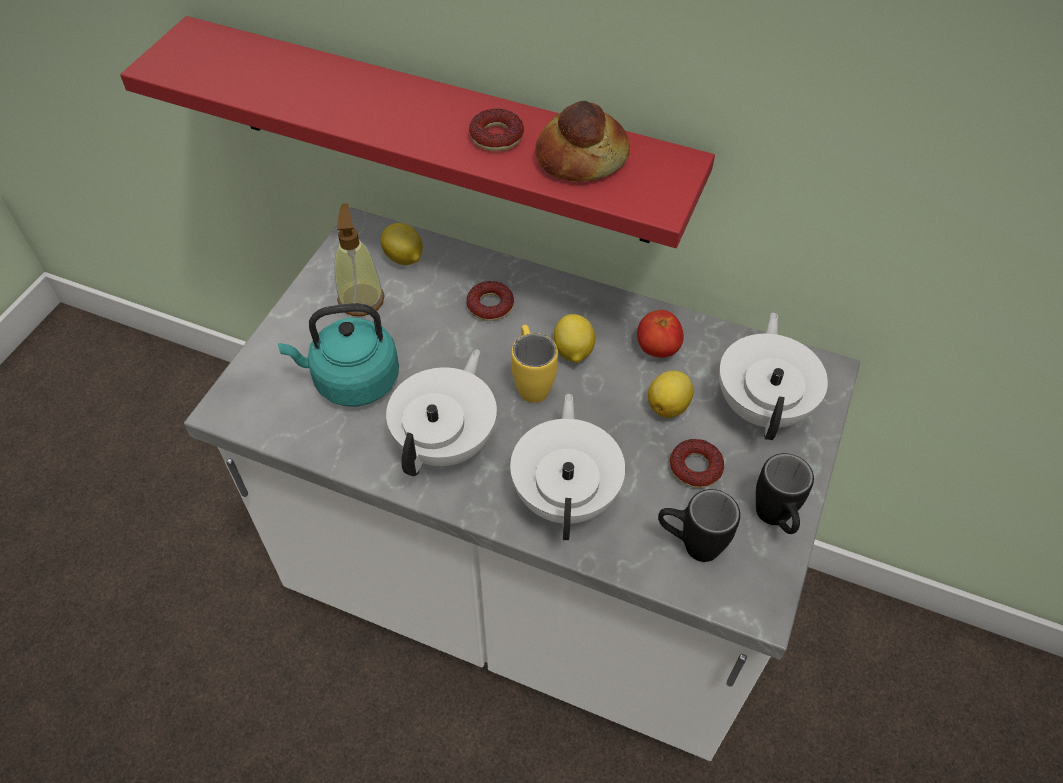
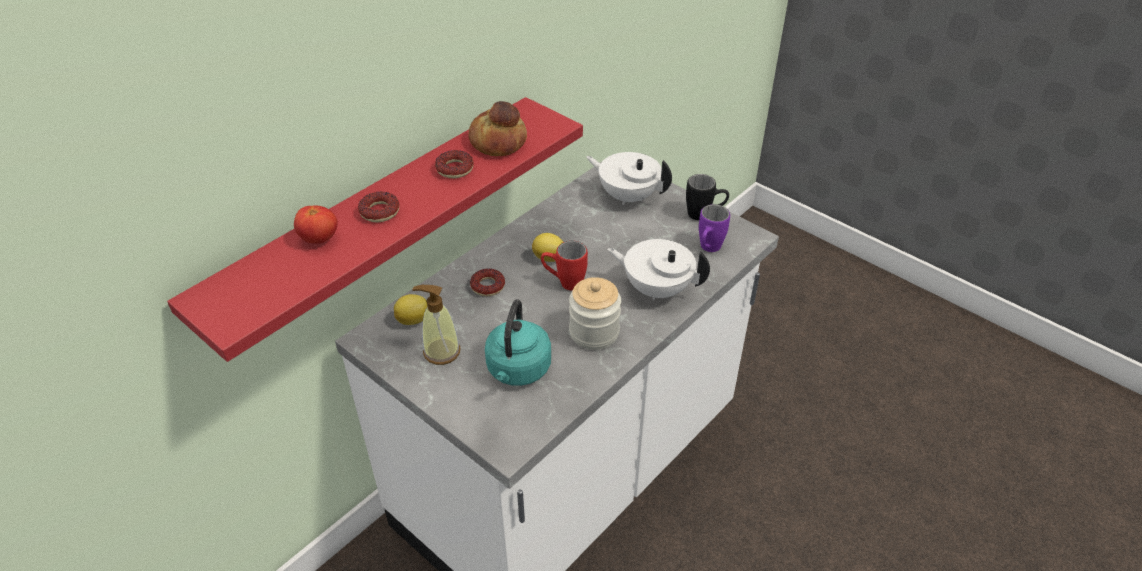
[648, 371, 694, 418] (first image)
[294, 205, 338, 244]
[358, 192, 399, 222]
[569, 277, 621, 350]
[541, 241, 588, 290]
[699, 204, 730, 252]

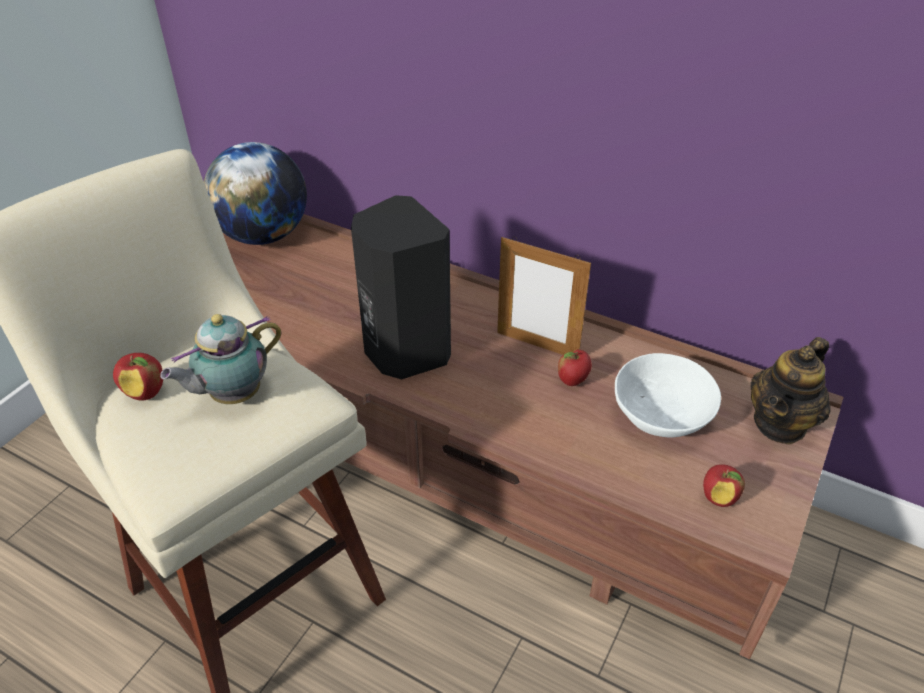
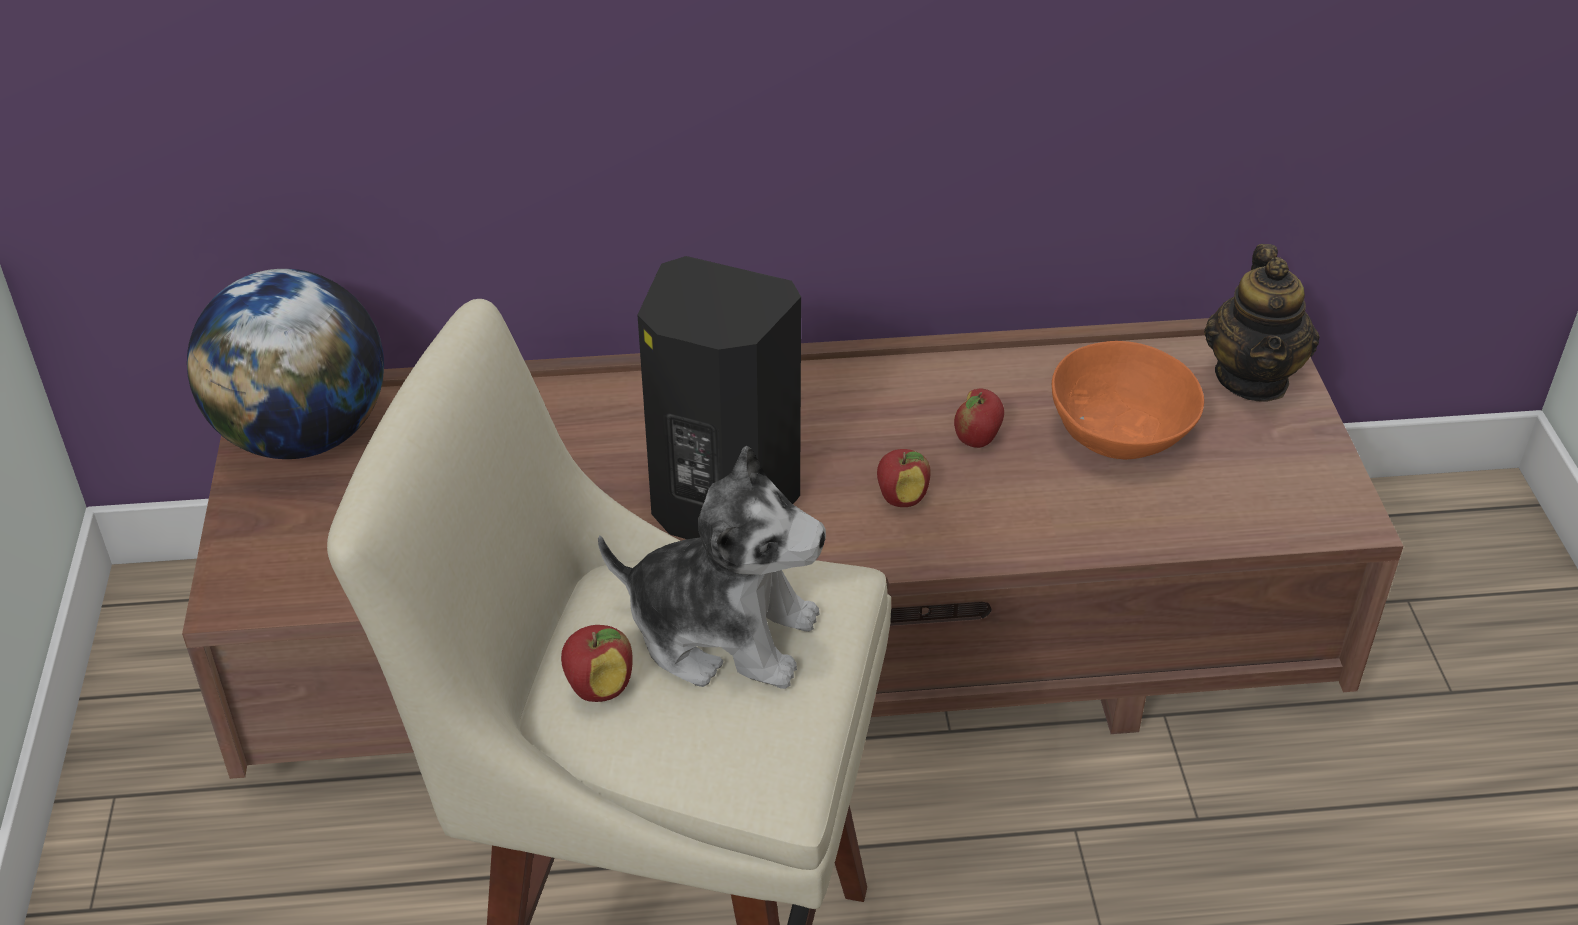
[497, 237, 591, 355] (first image)
[877, 449, 931, 507]
[598, 446, 826, 689]
[1052, 341, 1204, 459]

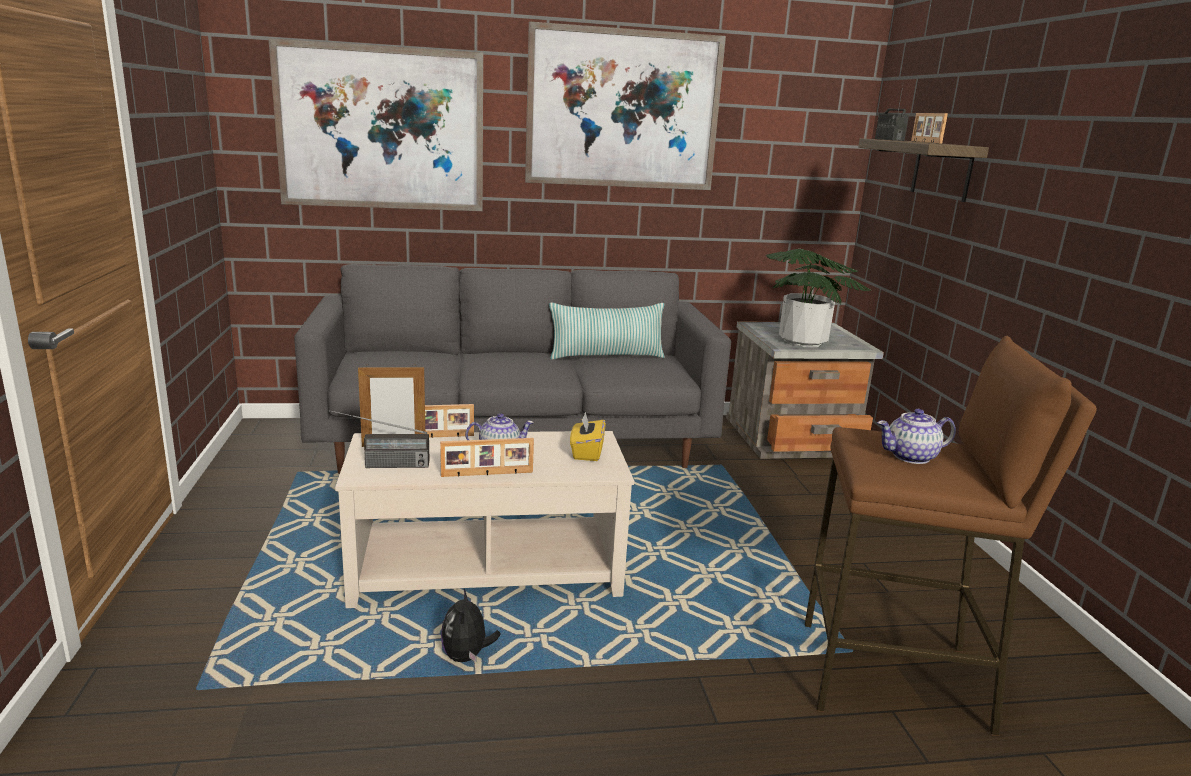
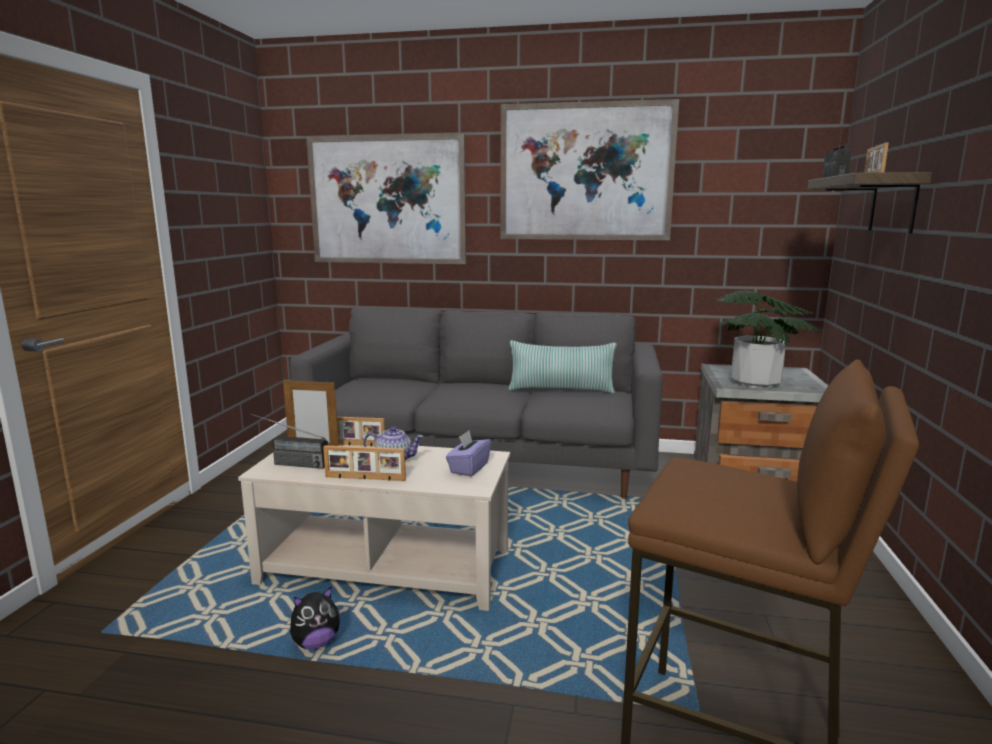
[877, 409, 956, 464] (first image)
[446, 430, 491, 477]
[290, 587, 340, 649]

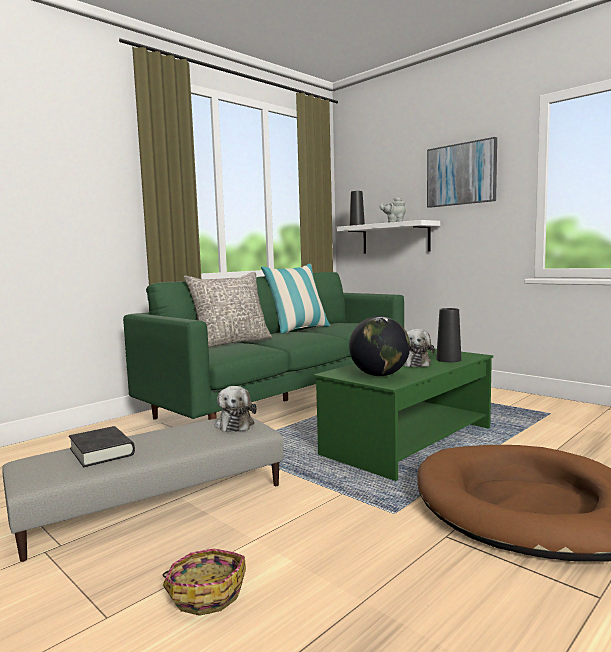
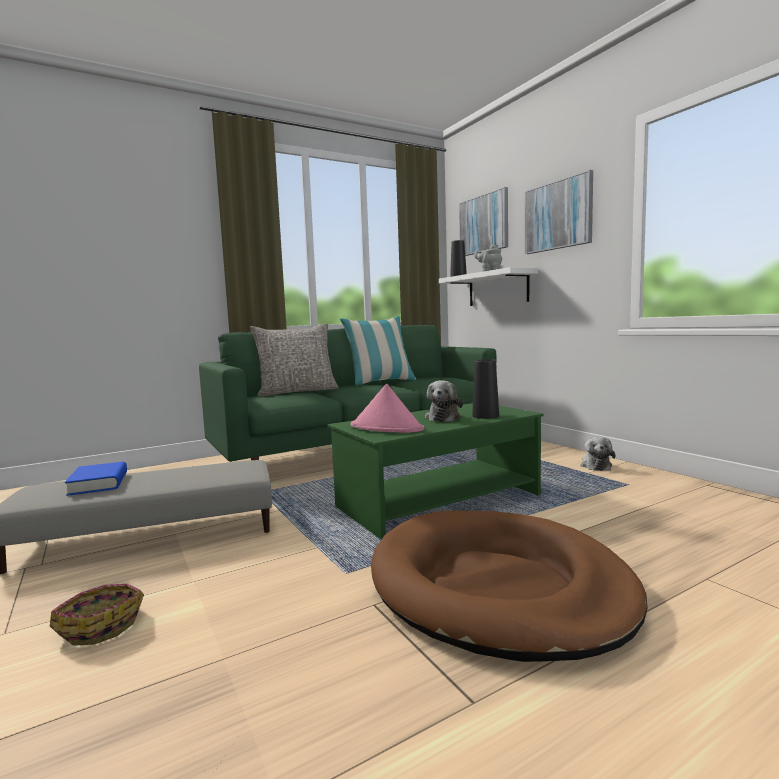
[459, 187, 508, 256]
[580, 436, 615, 471]
[351, 384, 424, 433]
[65, 462, 127, 496]

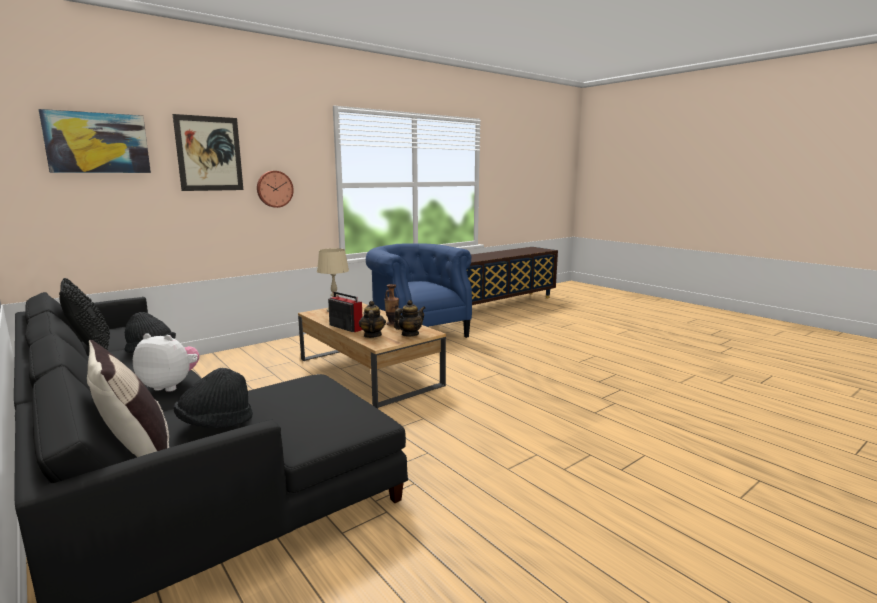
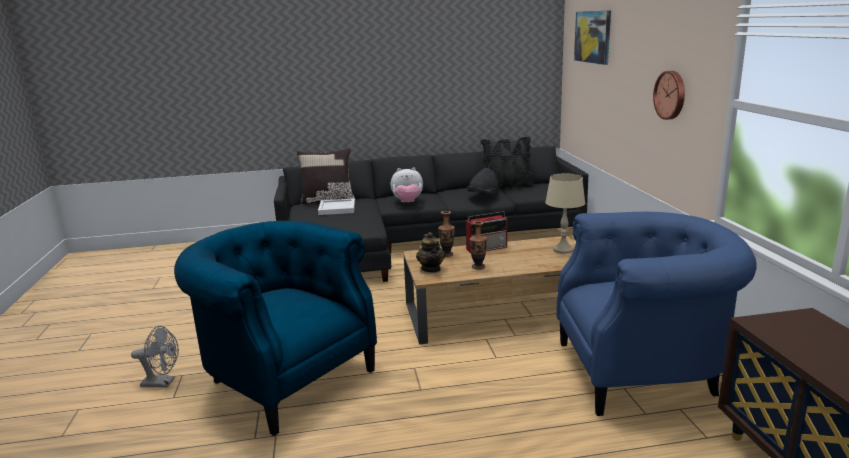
[173, 114, 243, 191] (first image)
[131, 326, 179, 387]
[174, 221, 377, 436]
[318, 198, 355, 215]
[438, 211, 455, 257]
[391, 167, 423, 202]

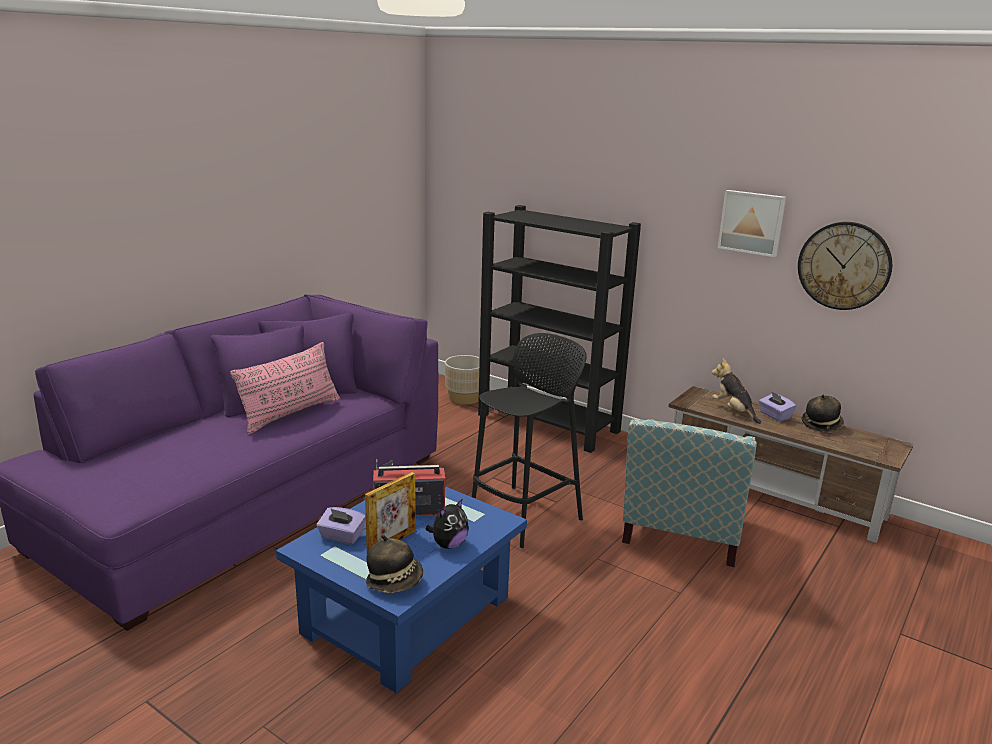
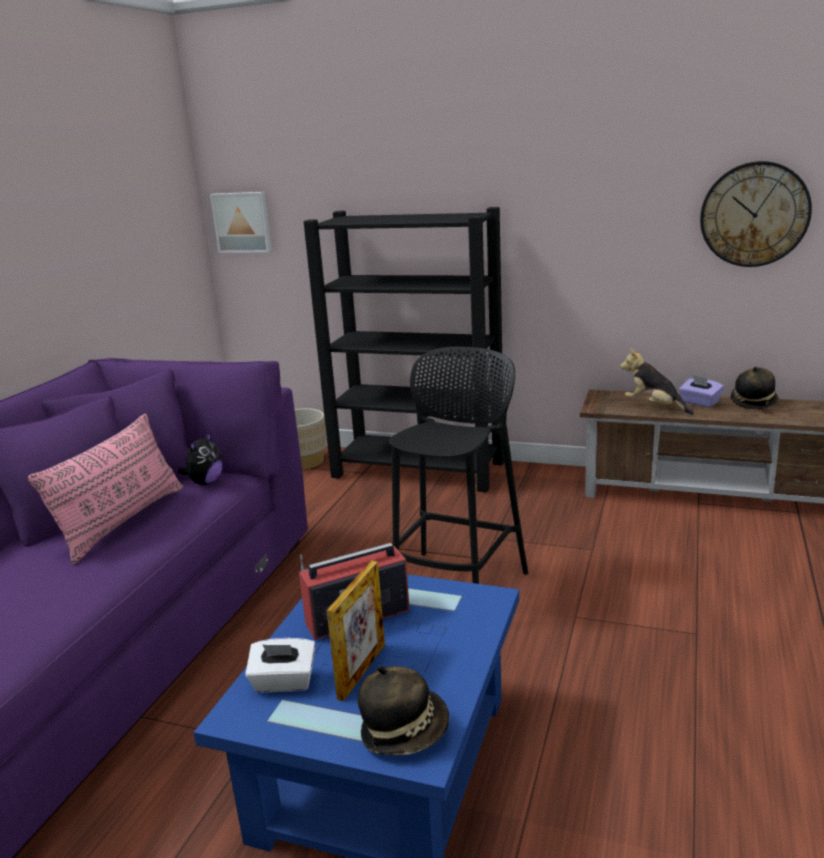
[622, 419, 757, 567] (first image)
[178, 432, 223, 485]
[210, 192, 272, 253]
[245, 638, 316, 693]

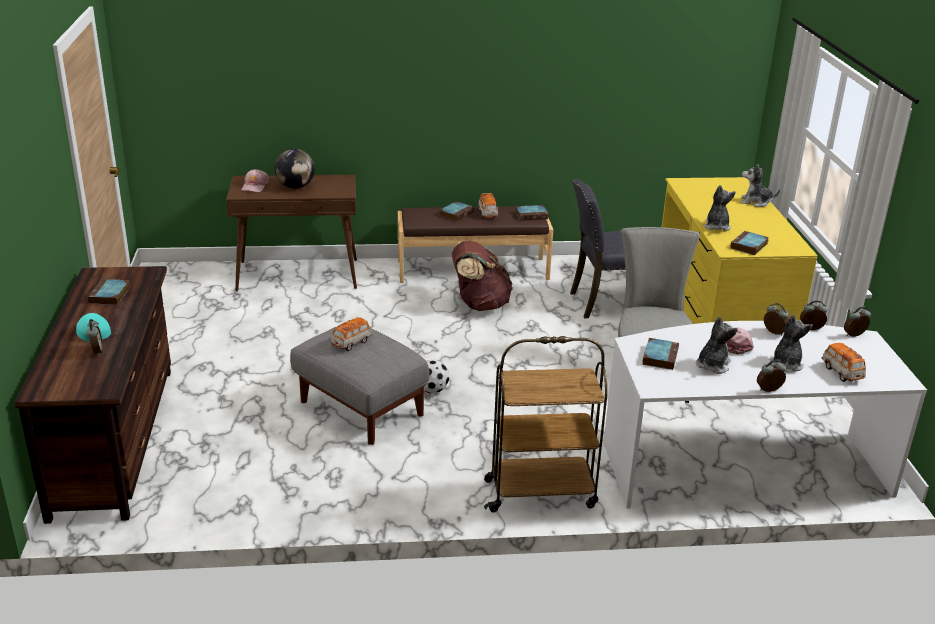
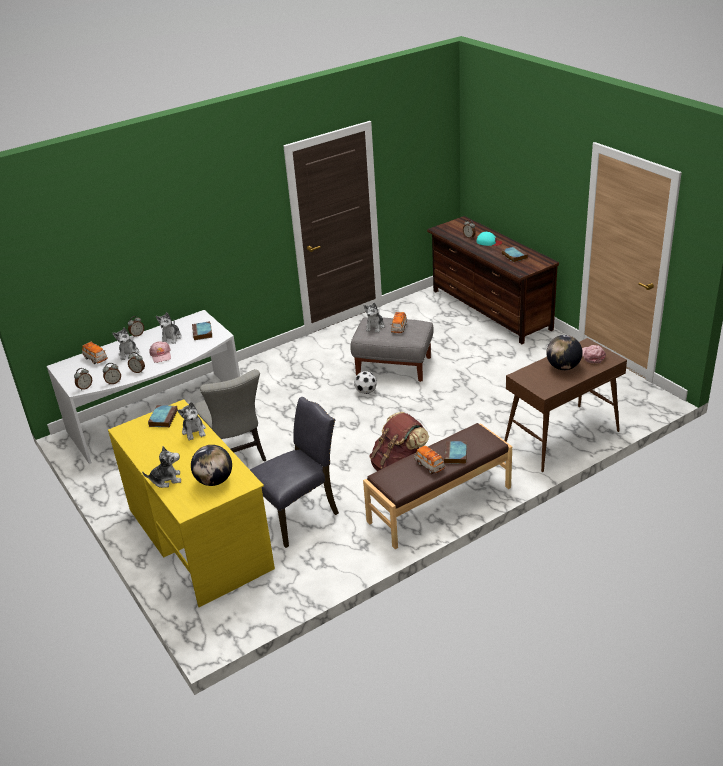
[484, 336, 607, 513] (first image)
[515, 205, 549, 221] (first image)
[191, 445, 232, 486]
[364, 303, 385, 333]

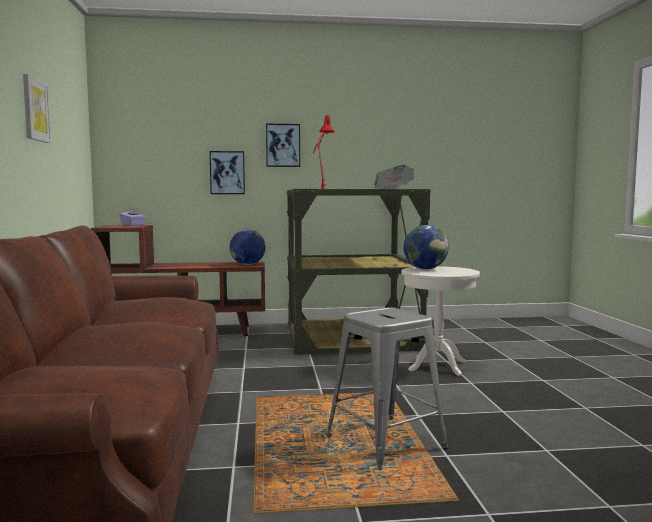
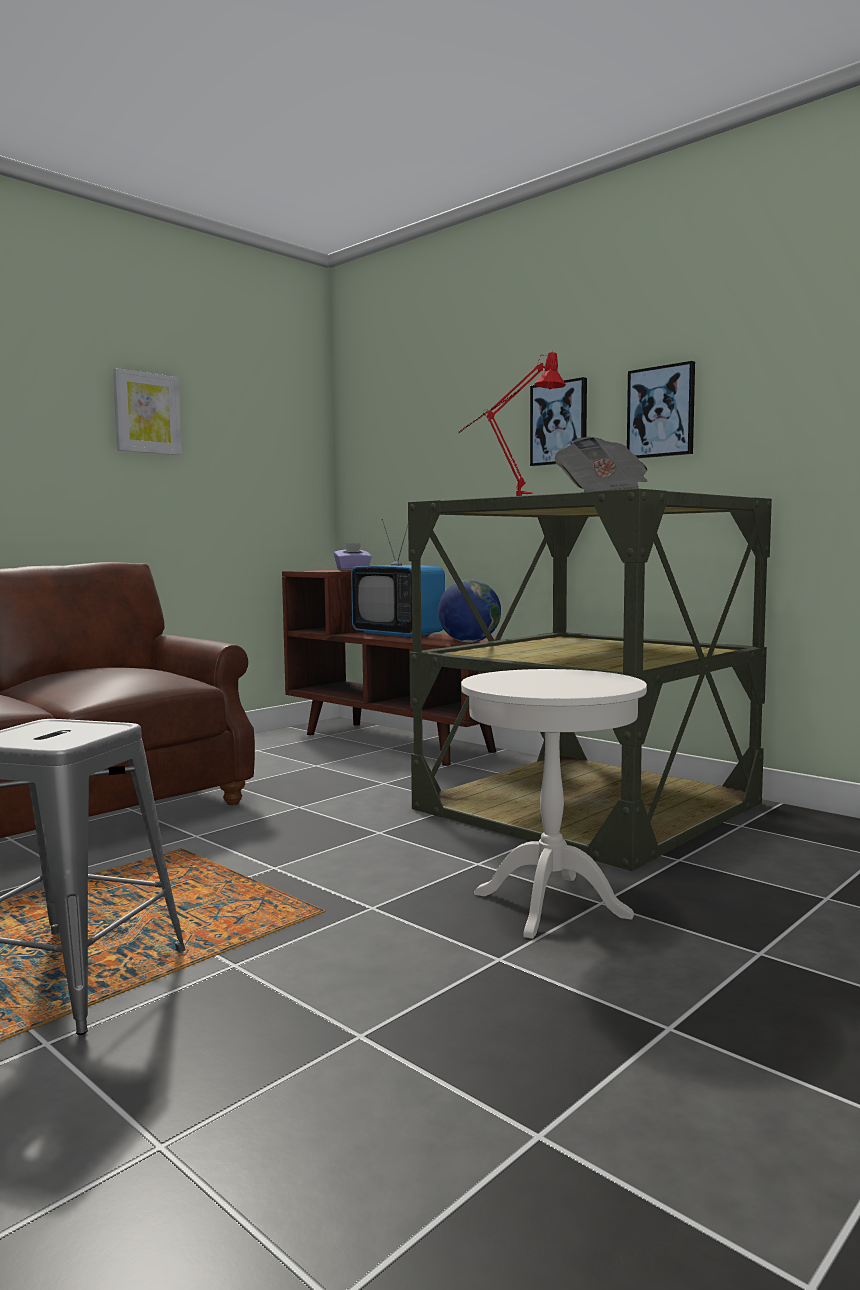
[403, 225, 449, 269] (first image)
[351, 519, 445, 638]
[627, 361, 695, 458]

